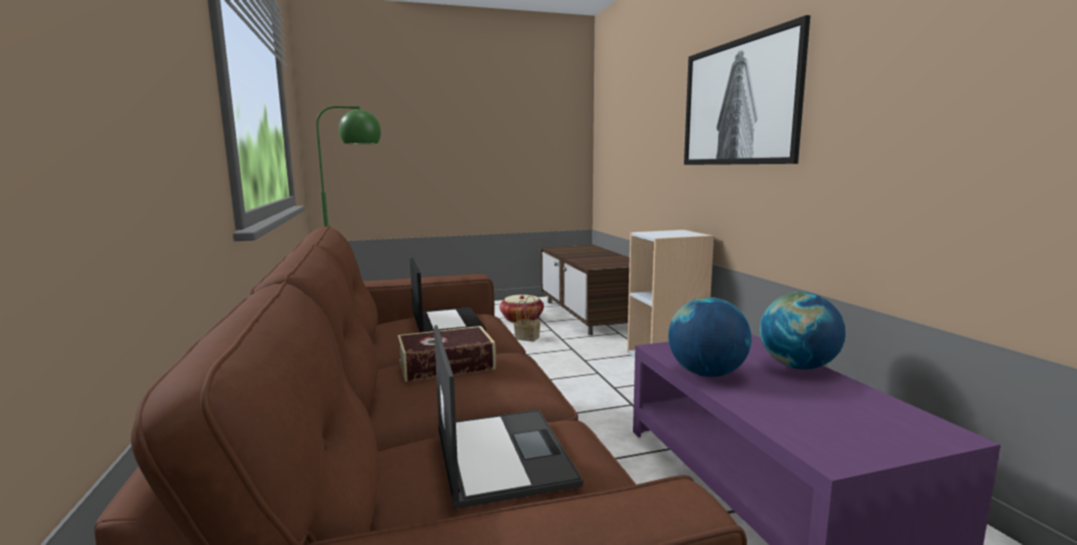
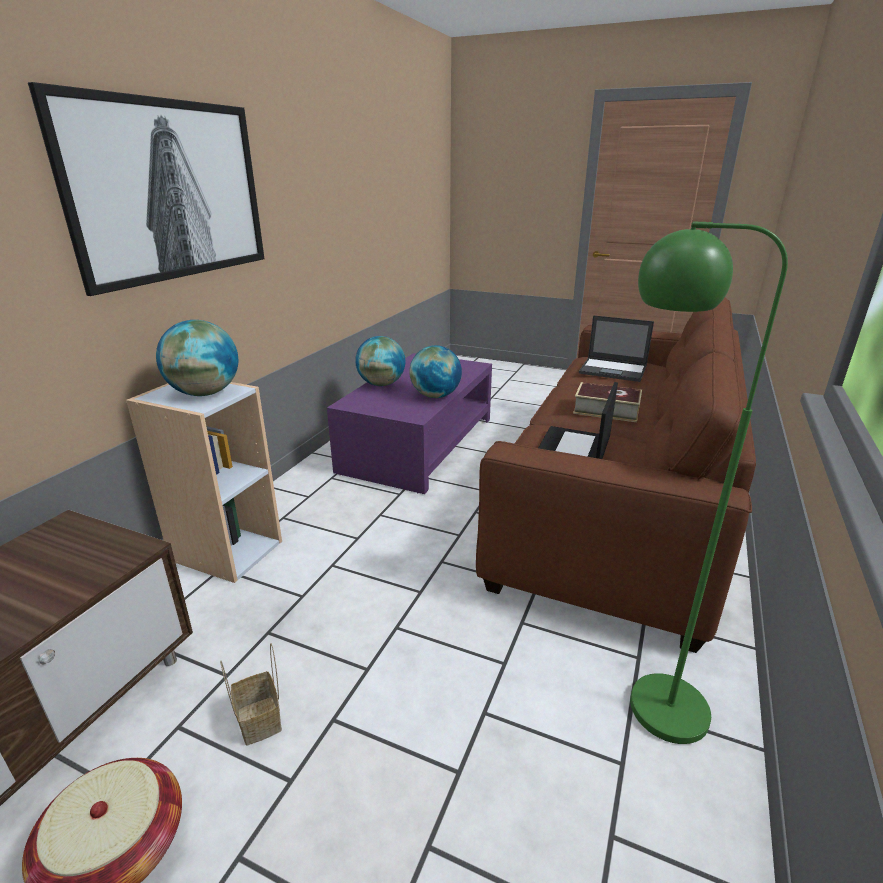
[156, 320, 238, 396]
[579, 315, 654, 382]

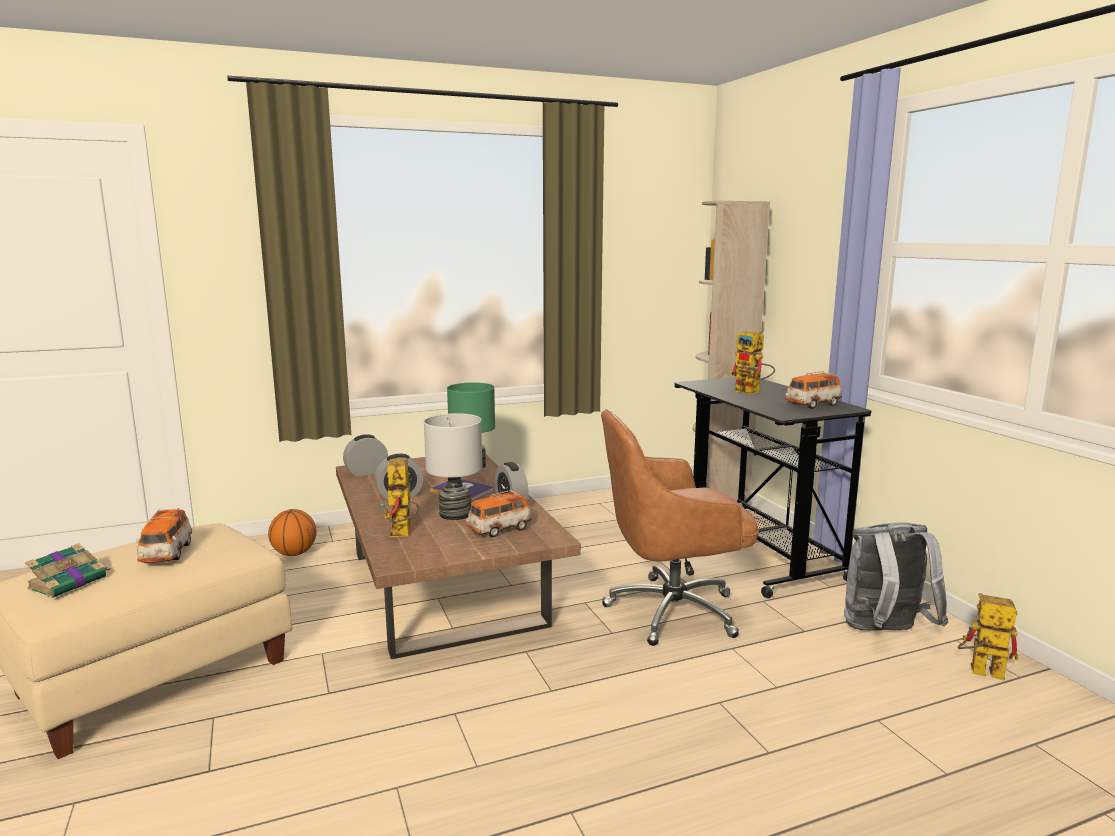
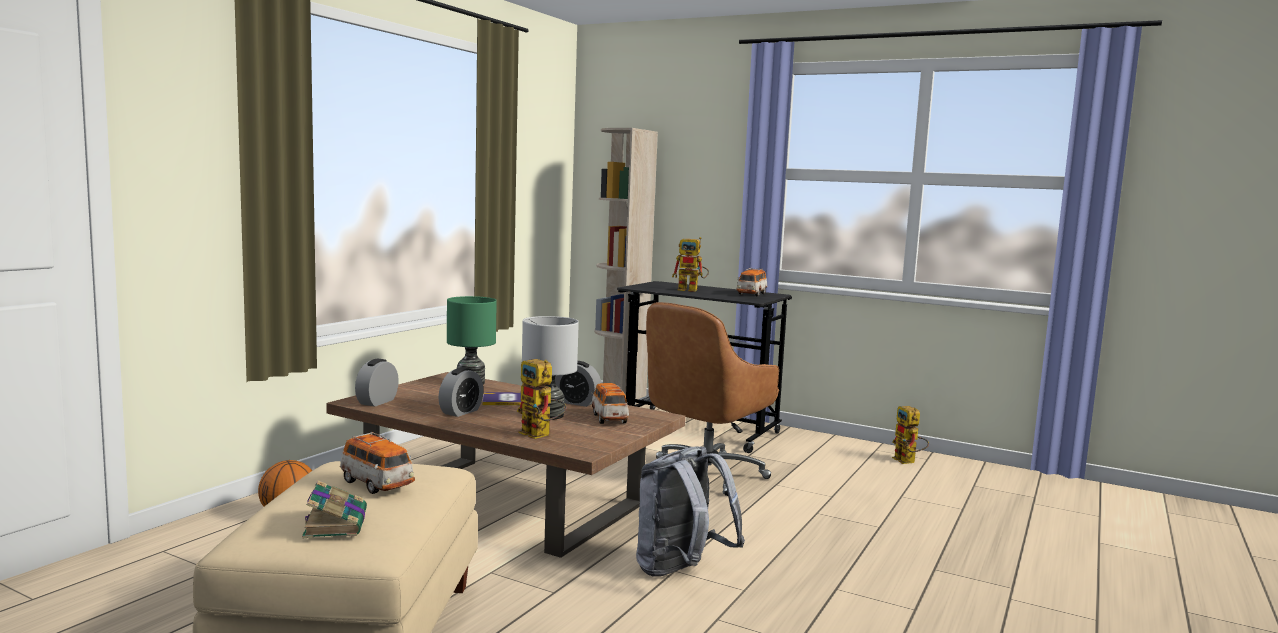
[636, 447, 745, 576]
[592, 383, 629, 424]
[892, 406, 929, 464]

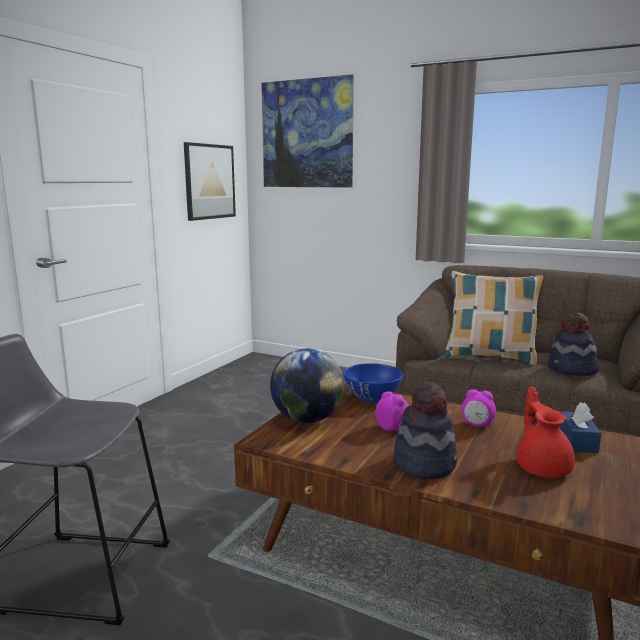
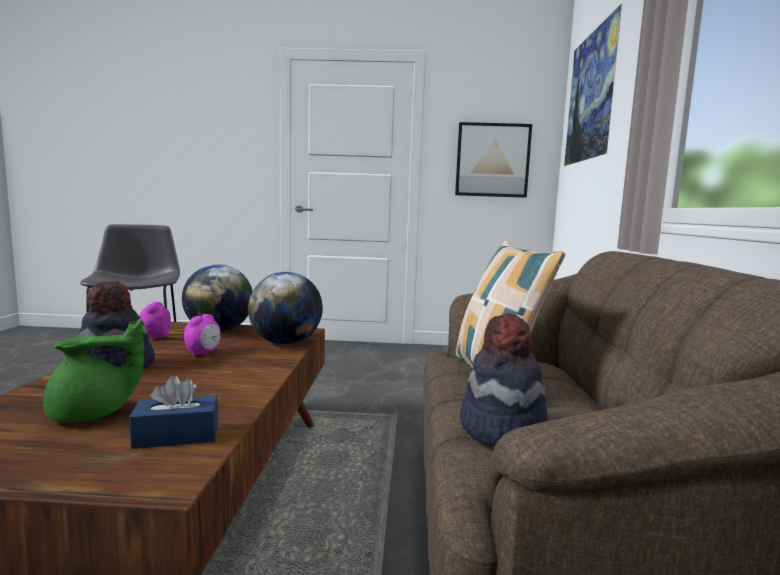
[139, 302, 171, 340]
[248, 272, 323, 345]
[43, 318, 144, 422]

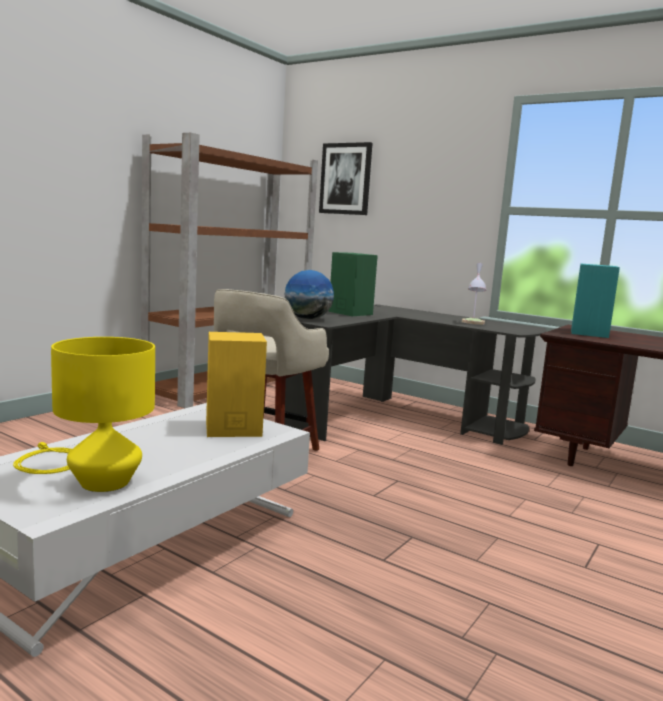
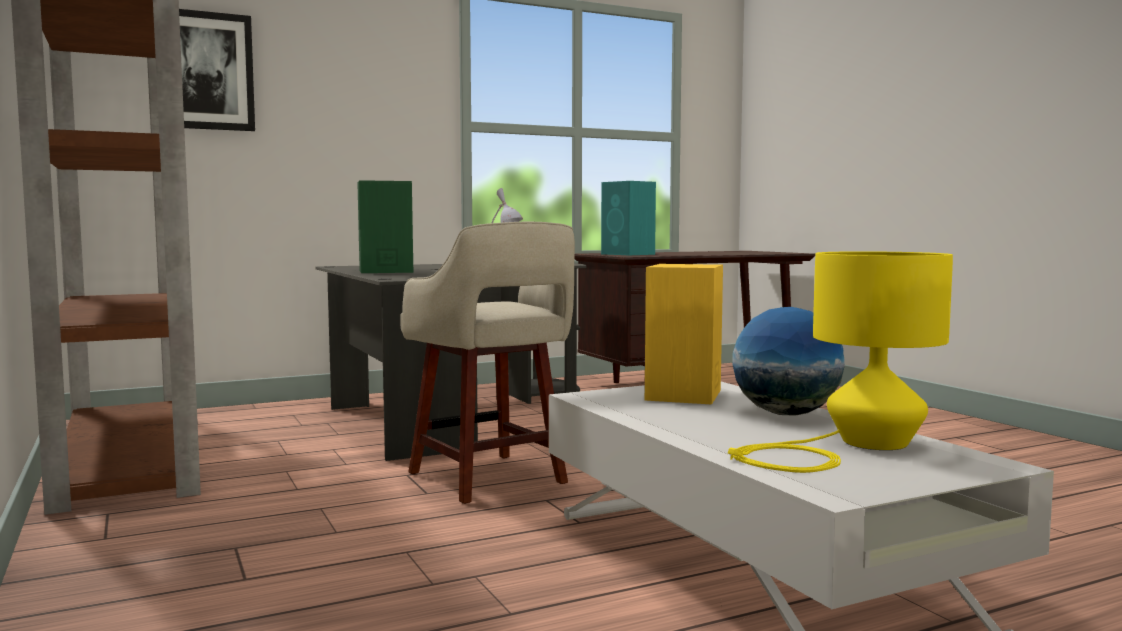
[733, 307, 845, 416]

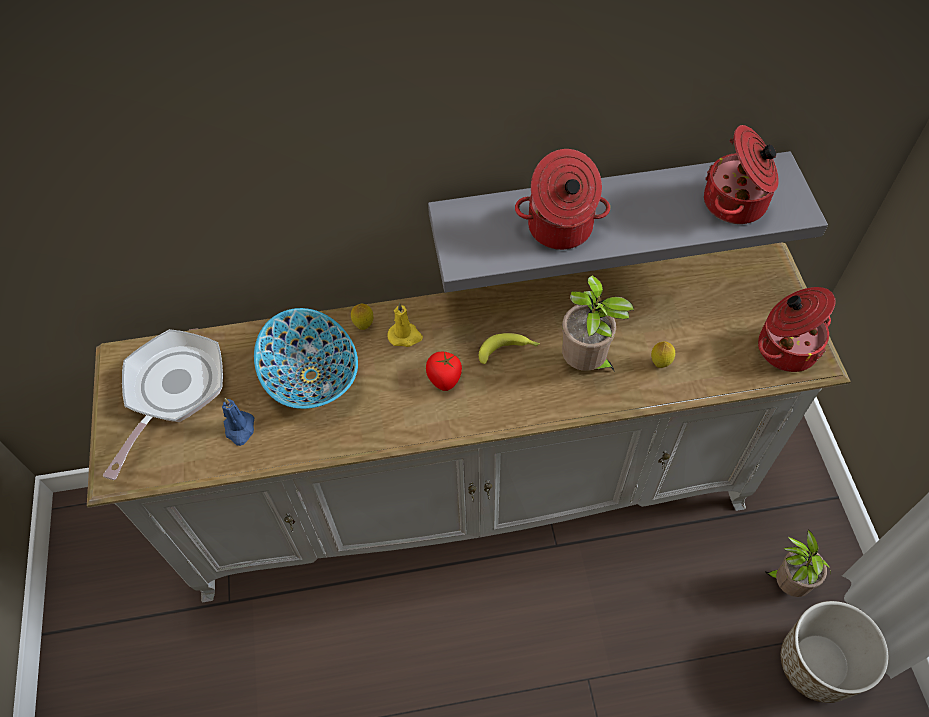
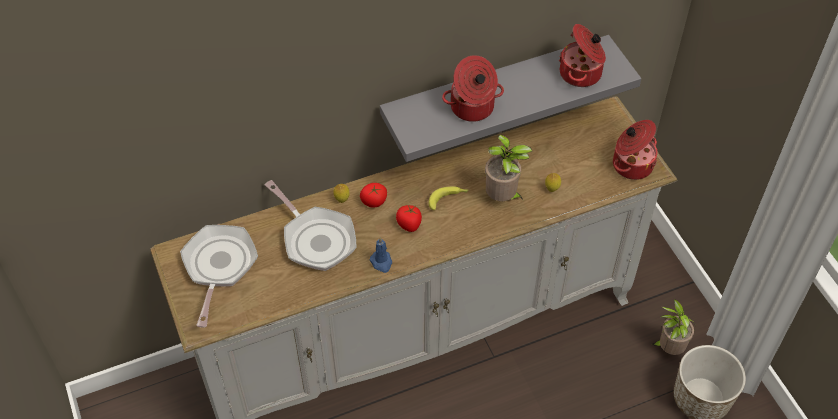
[369, 237, 392, 273]
[265, 180, 356, 271]
[360, 183, 387, 208]

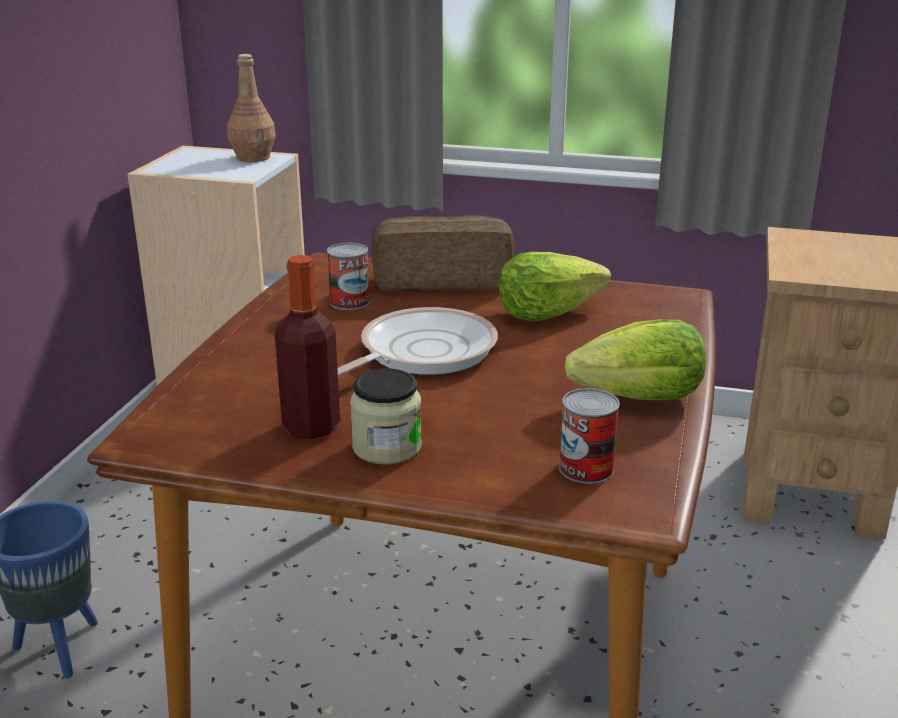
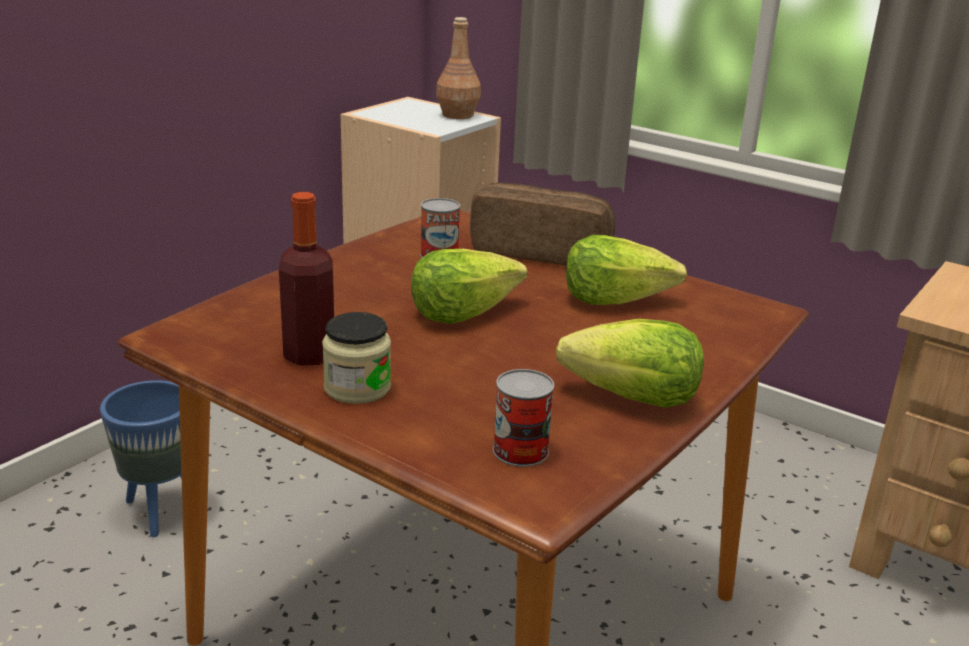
[411, 249, 527, 324]

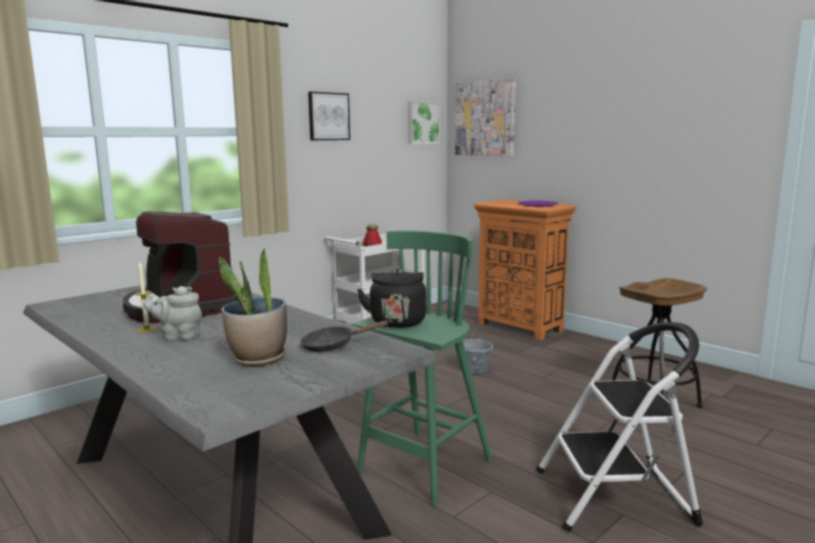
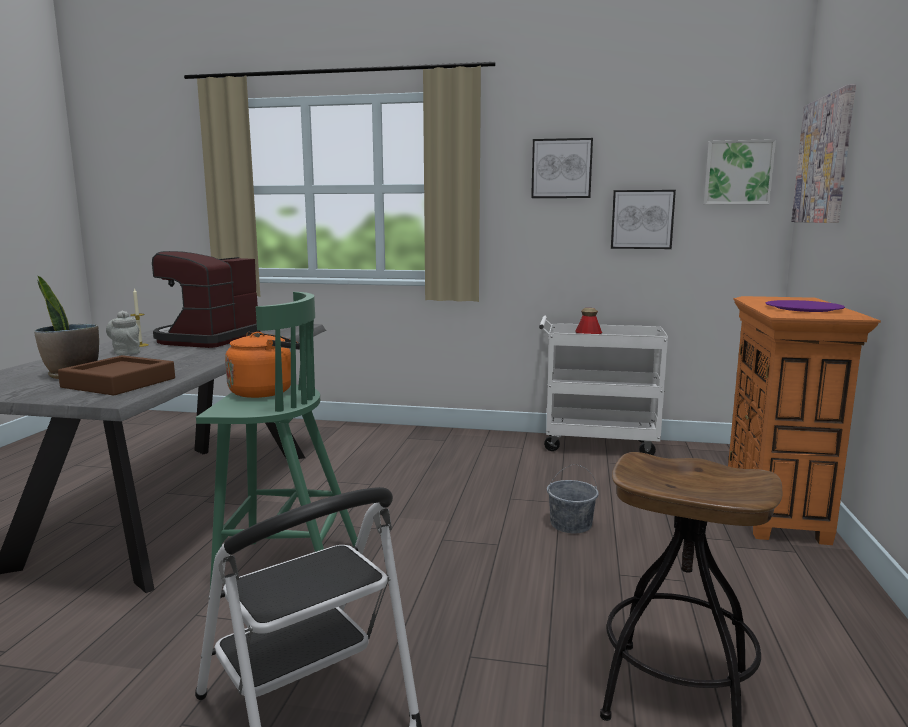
[611, 190, 676, 249]
[58, 355, 175, 396]
[225, 332, 300, 398]

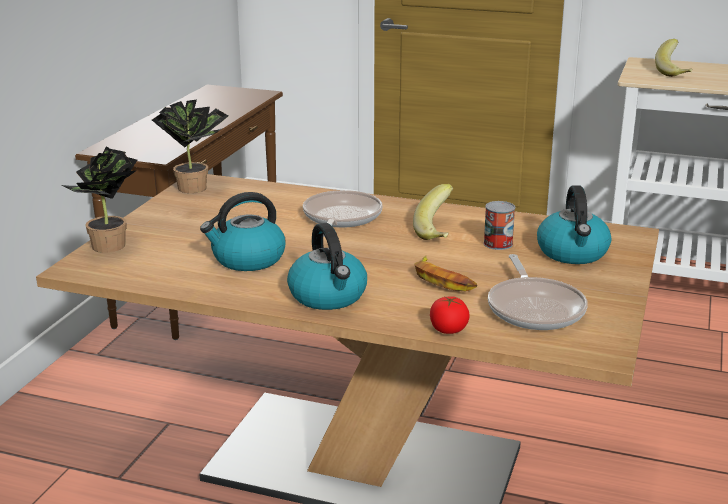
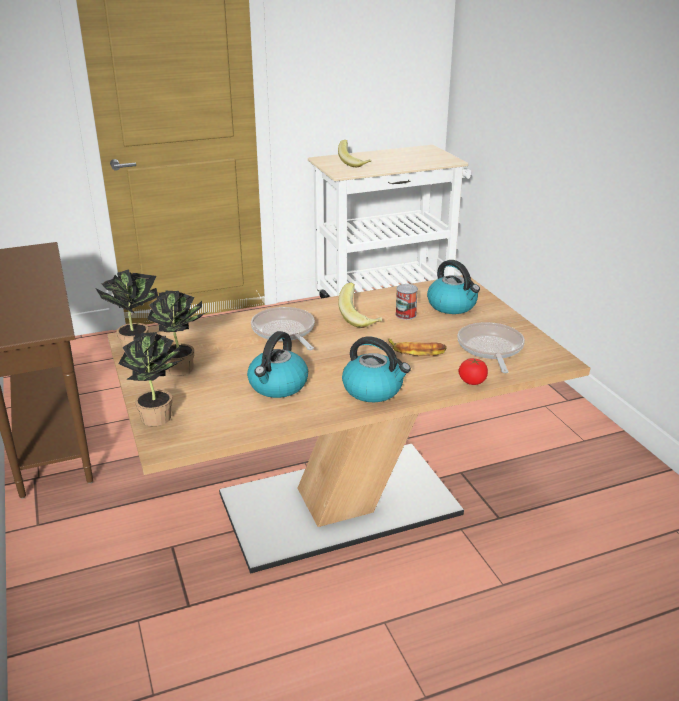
[147, 291, 209, 376]
[457, 322, 525, 373]

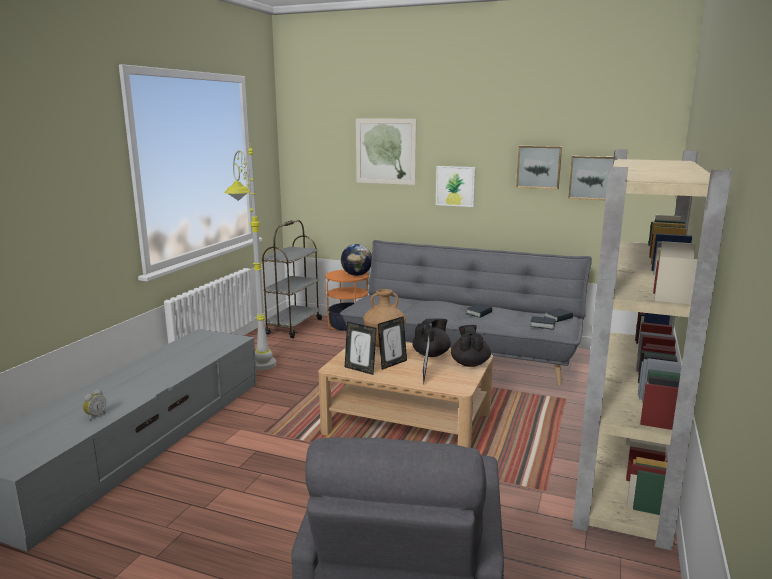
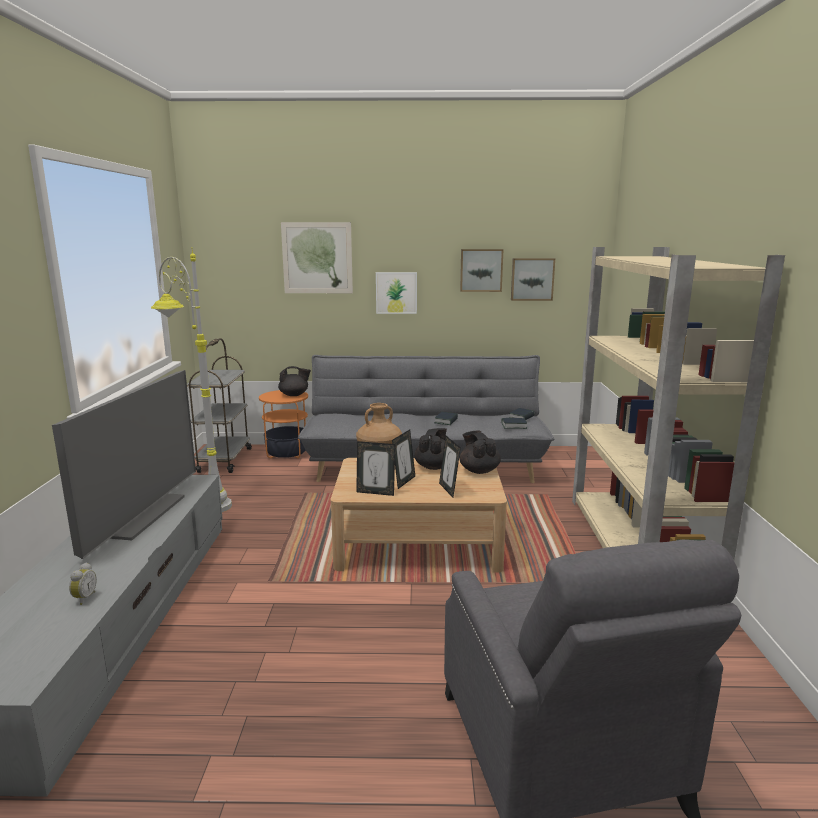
[52, 370, 196, 559]
[278, 366, 311, 396]

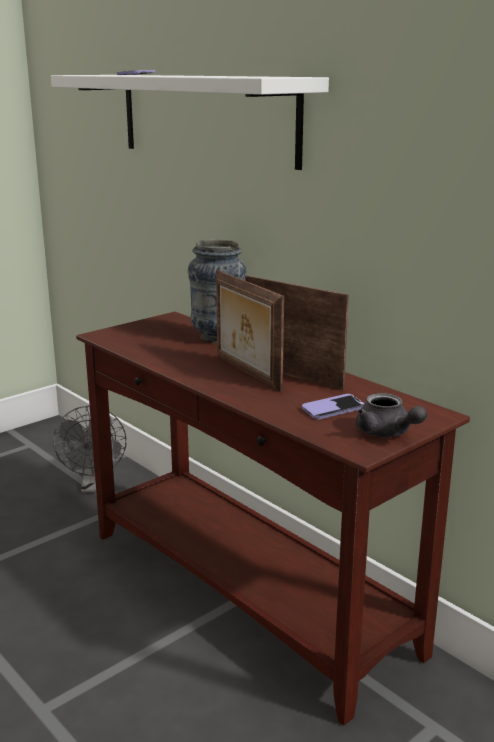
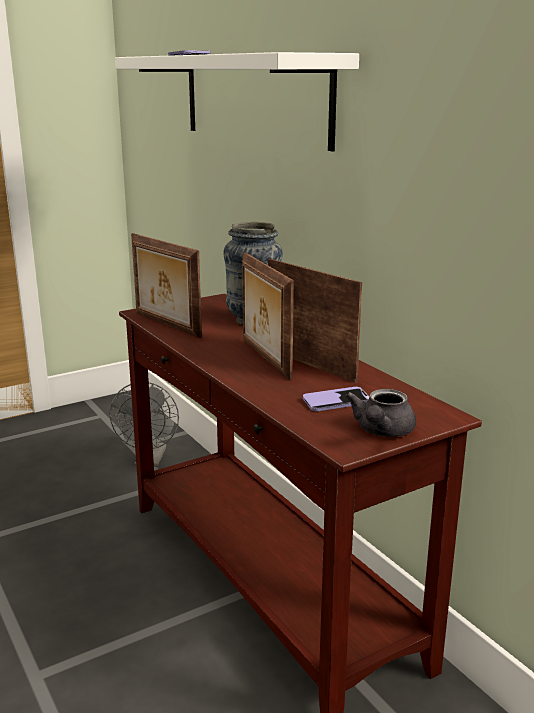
[131, 233, 202, 338]
[345, 389, 416, 437]

